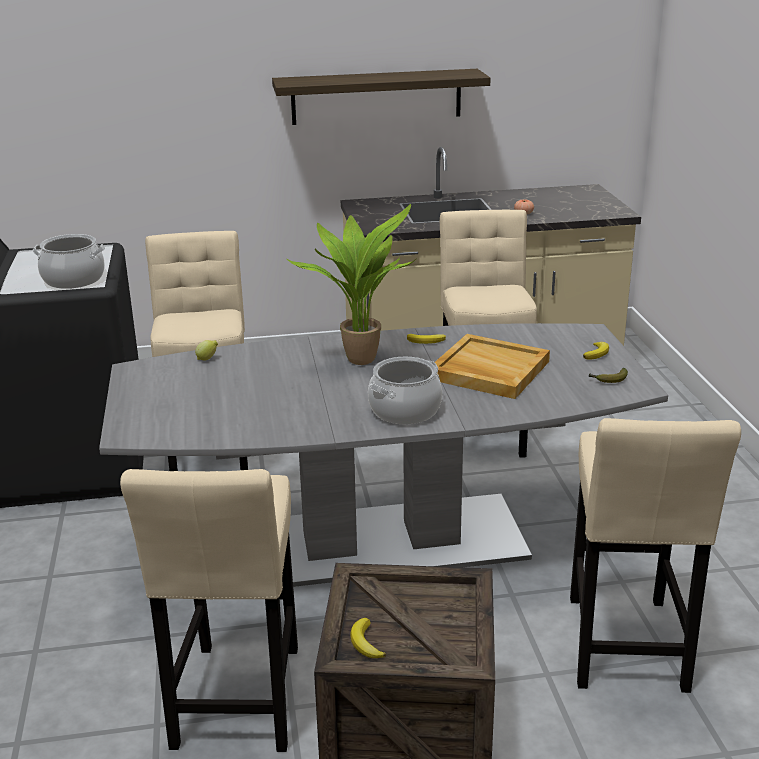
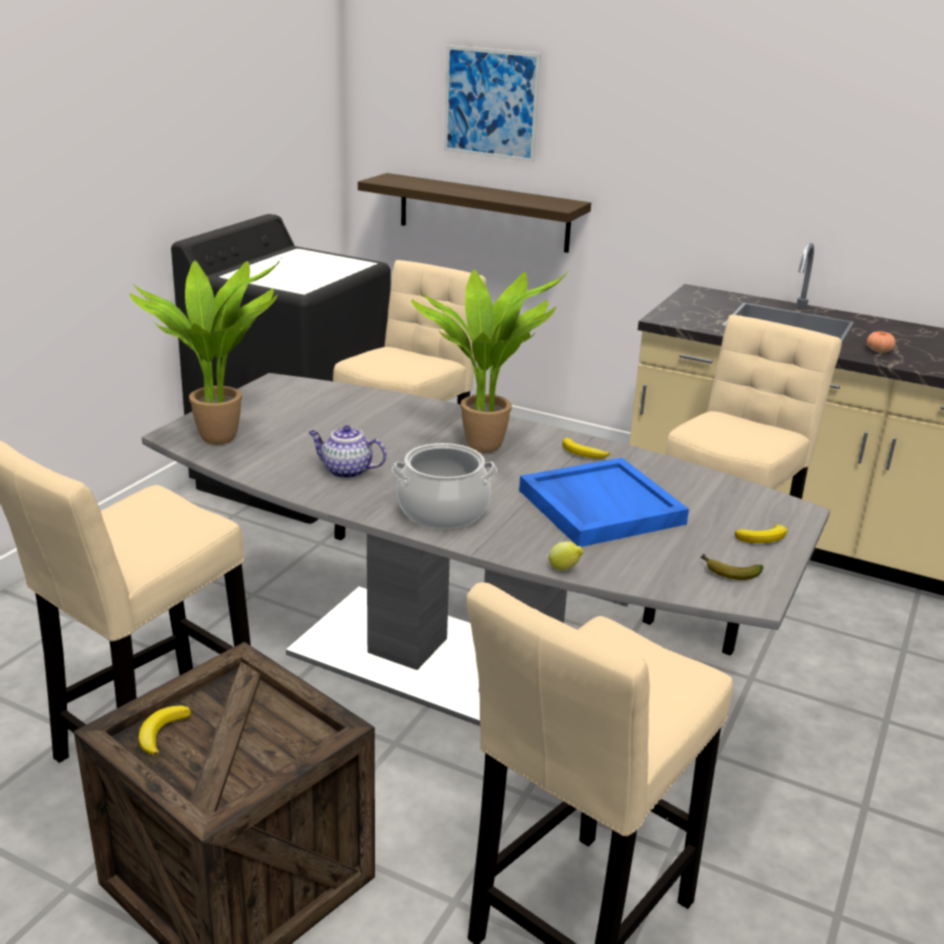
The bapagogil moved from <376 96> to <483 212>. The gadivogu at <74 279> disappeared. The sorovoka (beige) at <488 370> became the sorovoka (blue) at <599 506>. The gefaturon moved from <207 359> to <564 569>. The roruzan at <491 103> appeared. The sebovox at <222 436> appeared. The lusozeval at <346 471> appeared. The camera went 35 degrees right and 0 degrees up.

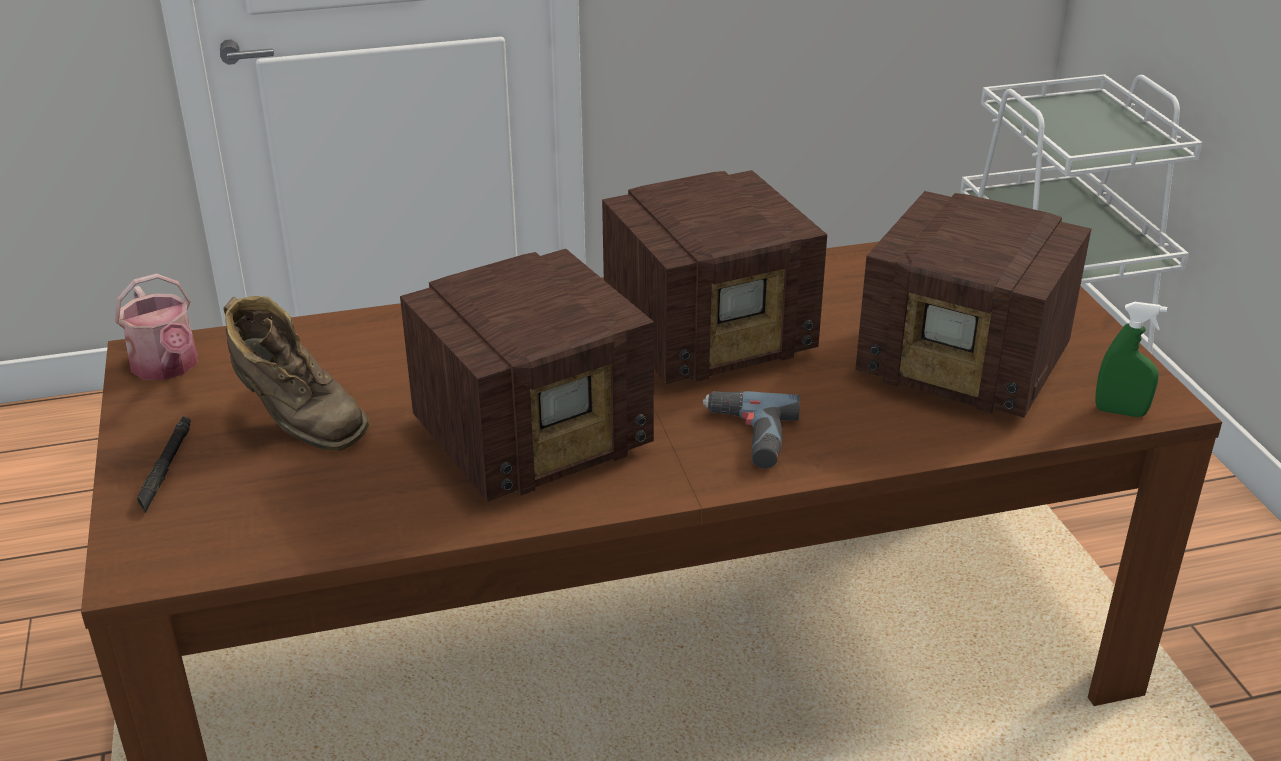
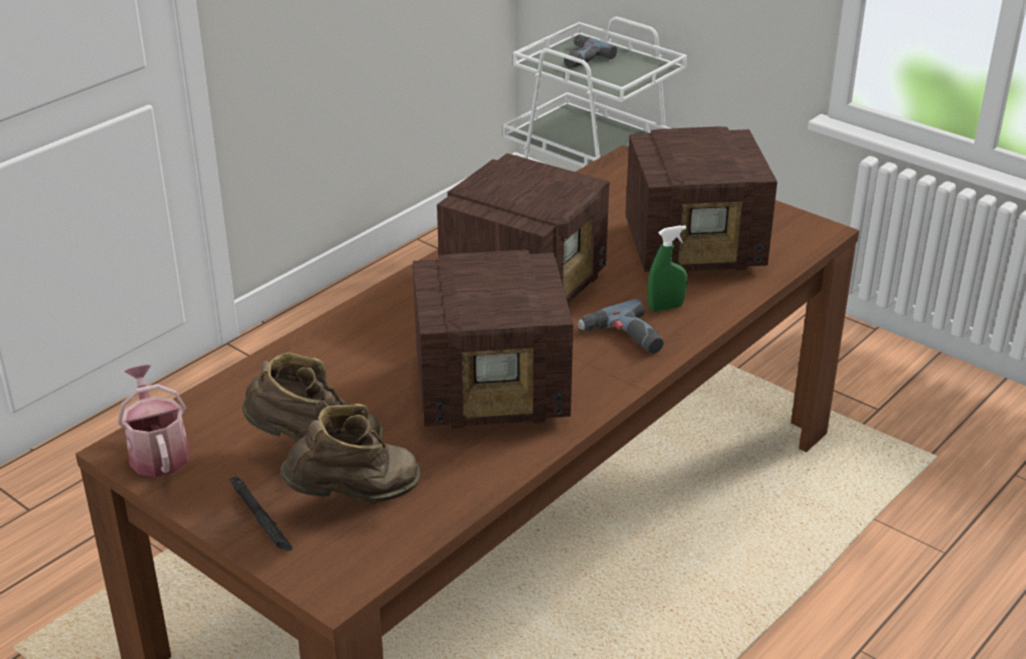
The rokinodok at <536 438> turned 60 degrees clockwise. The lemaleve at <168 367> turned 135 degrees counterclockwise. The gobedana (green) moved from <1120 412> to <665 307>. The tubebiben at <579 58> appeared. The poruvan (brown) at <356 498> appeared. The camera went 35 degrees left and 0 degrees up.

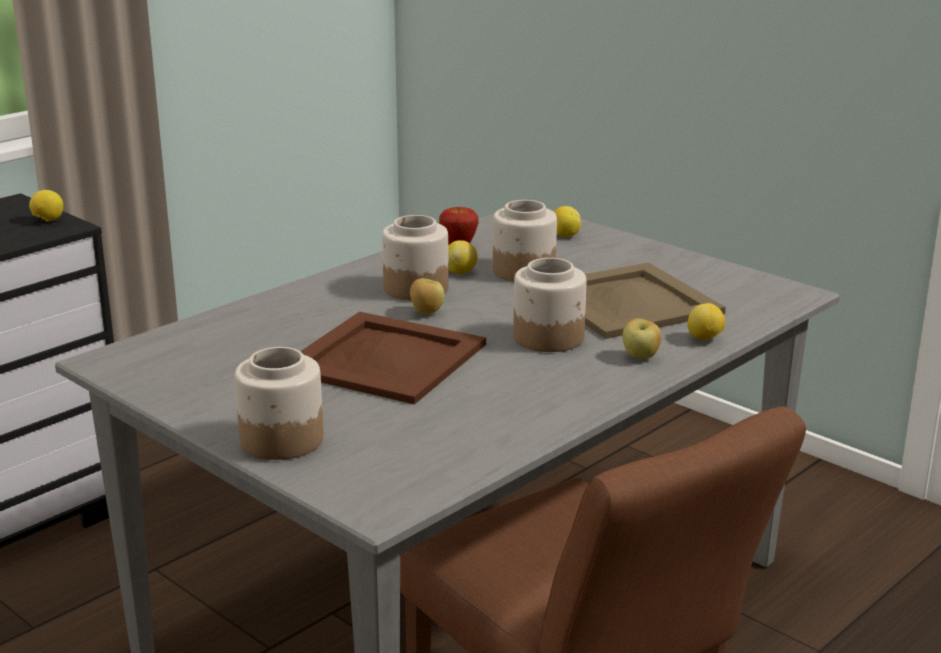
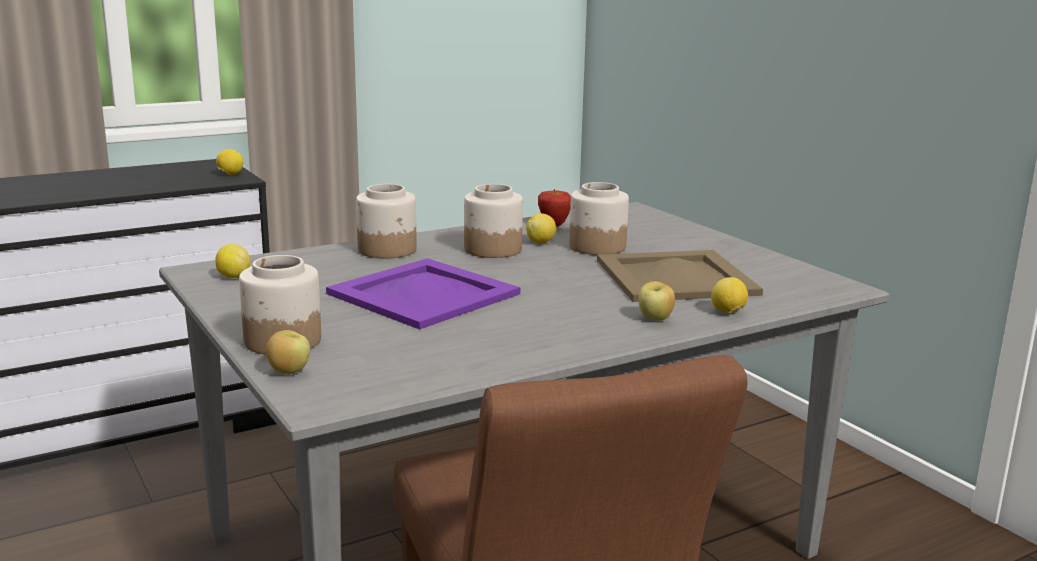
The gefaturon moved from <565 235> to <233 276>. The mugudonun moved from <549 338> to <388 250>. The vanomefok moved from <426 312> to <288 372>. The sorovoka (brown) at <385 359> became the sorovoka (purple) at <423 294>. The camera went 15 degrees right and 5 degrees down.

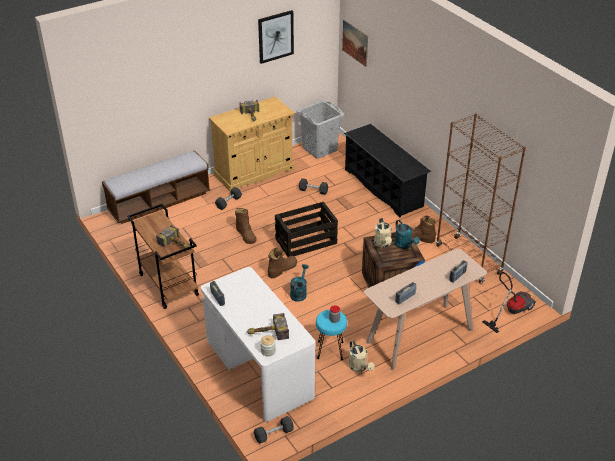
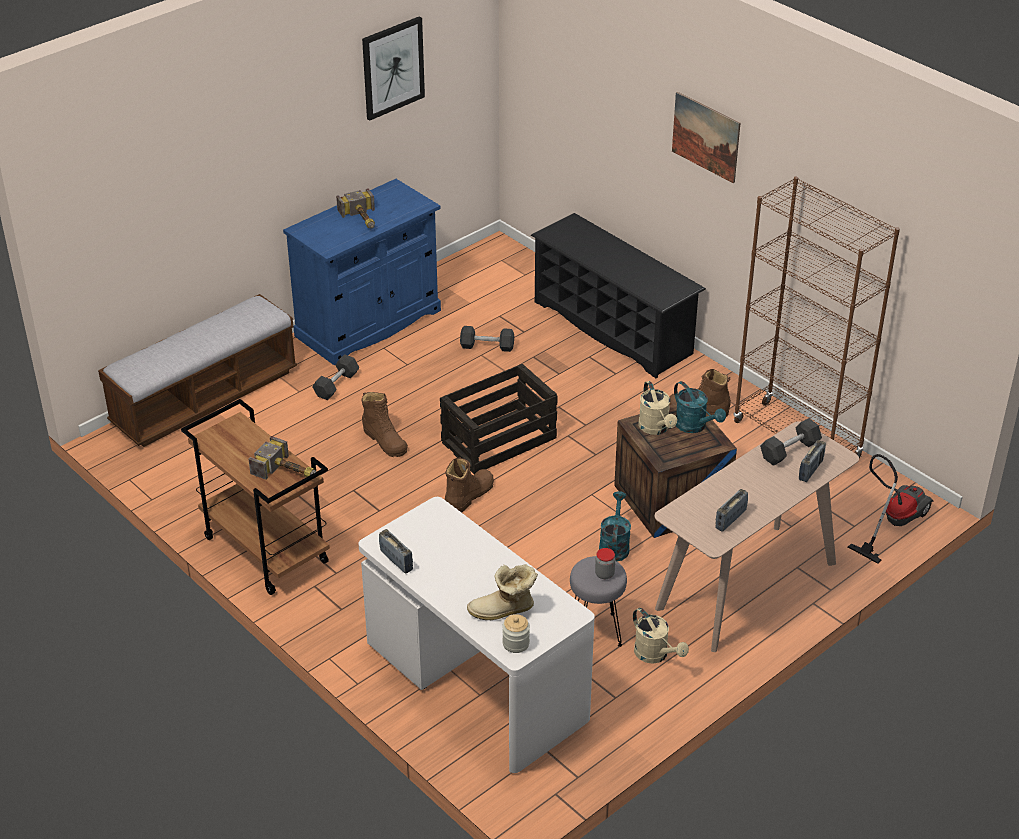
The roruzan moved from <355 43> to <705 137>. The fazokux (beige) at <254 172> became the fazokux (blue) at <368 323>. The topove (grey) at <319 149> disappeared. The lemaleve (turquoise) moved from <299 293> to <614 545>. The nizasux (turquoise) at <330 350> became the nizasux (grey) at <596 631>. The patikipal at <266 333> was replaced by the poruvan at <503 611>. The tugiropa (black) moved from <274 434> to <789 450>. The camera went 10 degrees left and 0 degrees up.

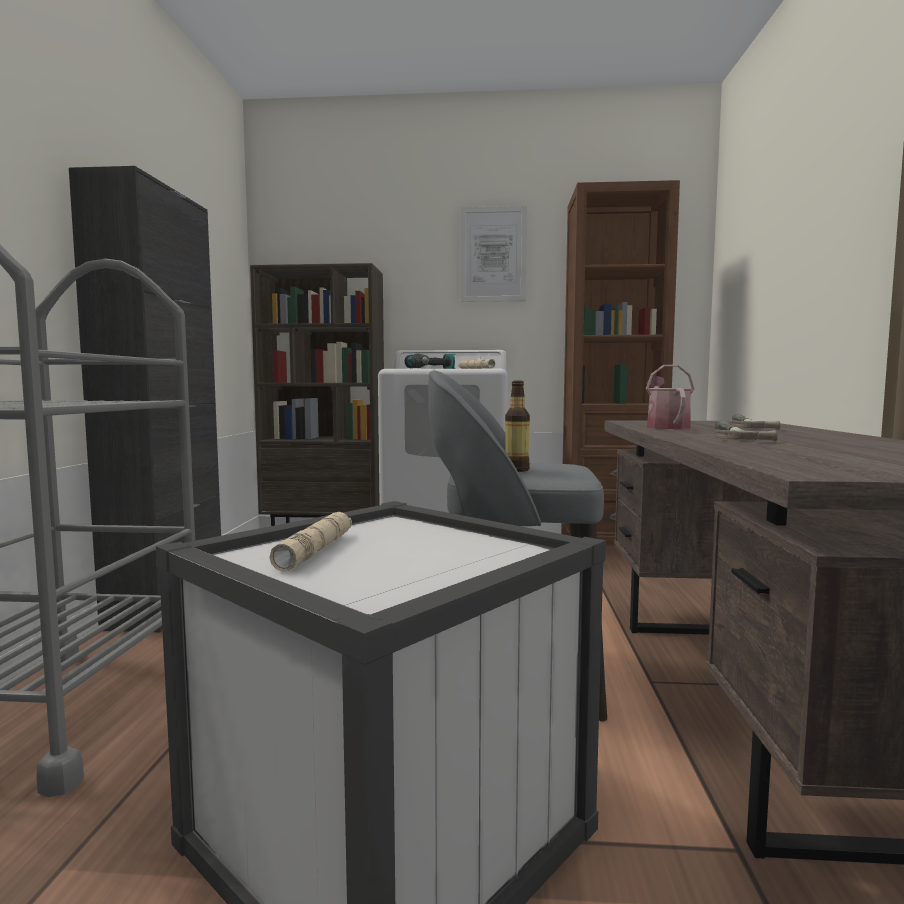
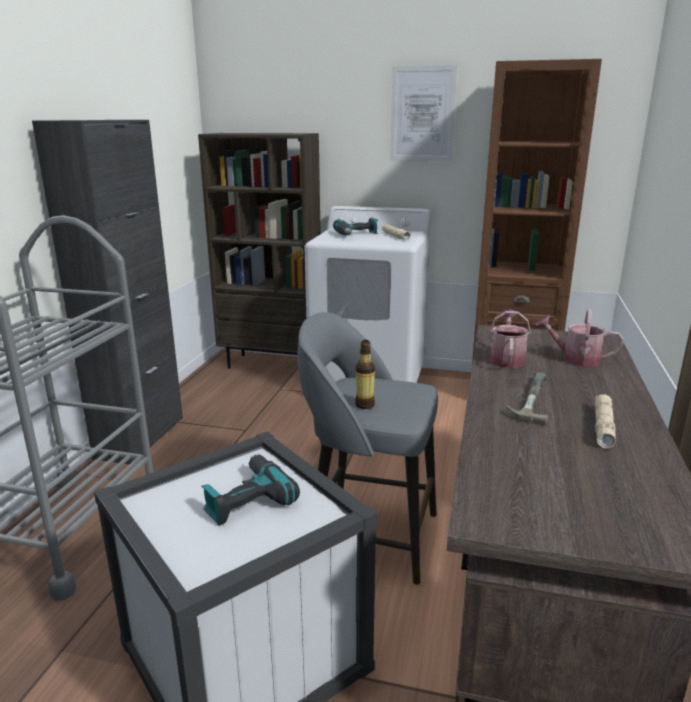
The patikipal at <740 426> was replaced by the lemaleve at <575 359>. The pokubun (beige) moved from <315 551> to <603 426>. The tubebiben at <246 498> appeared. The camera went 10 degrees right and 15 degrees up.

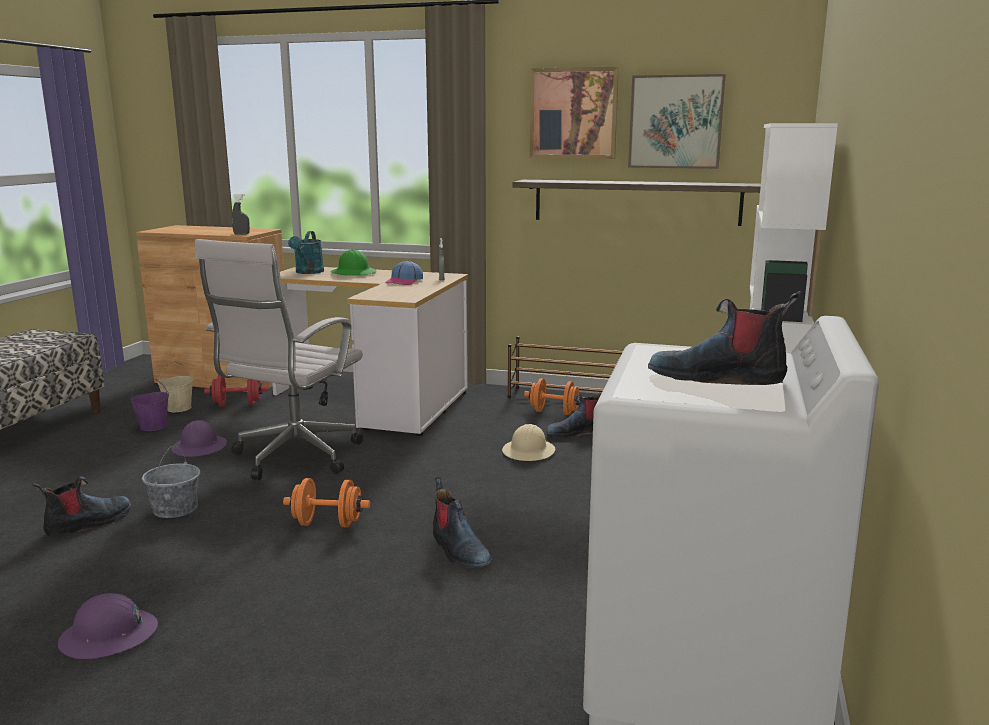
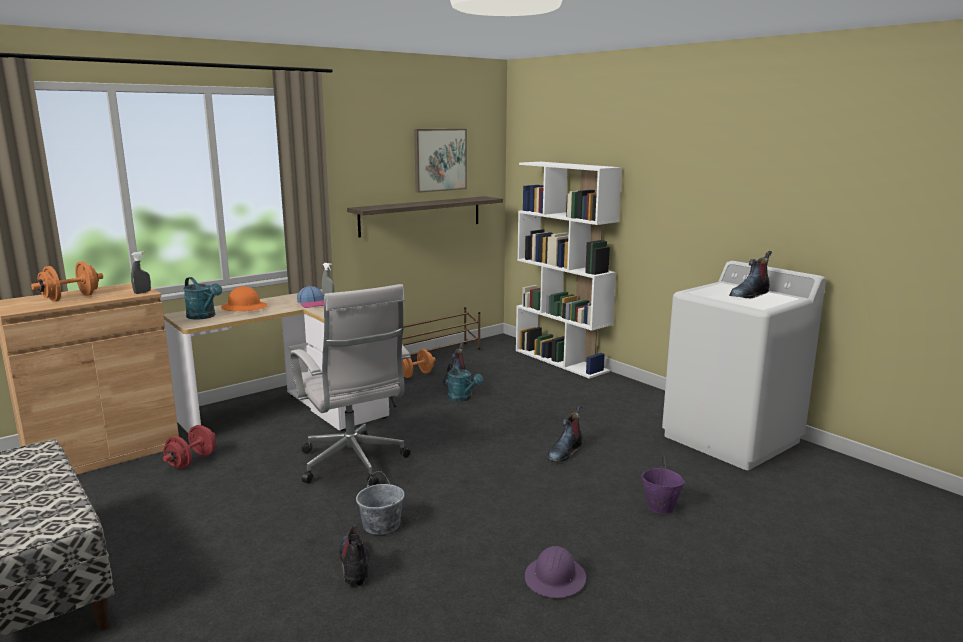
The roruzan at <573 113> disappeared. The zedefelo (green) at <354 273> became the zedefelo (orange) at <244 307>. The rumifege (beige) at <178 408> disappeared. The rumifege (purple) moved from <153 426> to <660 507>. The zedefelo (purple) at <200 447> disappeared. The zedefelo (beige) at <529 451> was replaced by the lemaleve (turquoise) at <462 398>. The poruvan at <458 550> turned 120 degrees clockwise. The tugiropa (orange) moved from <328 523> to <71 298>. The camera went 55 degrees left and 0 degrees up.

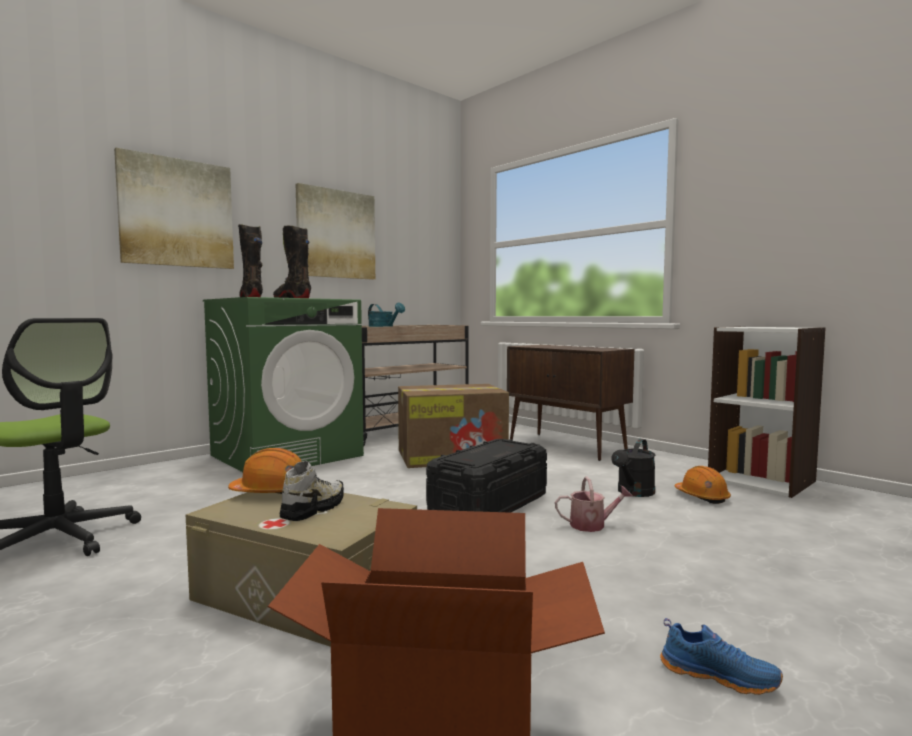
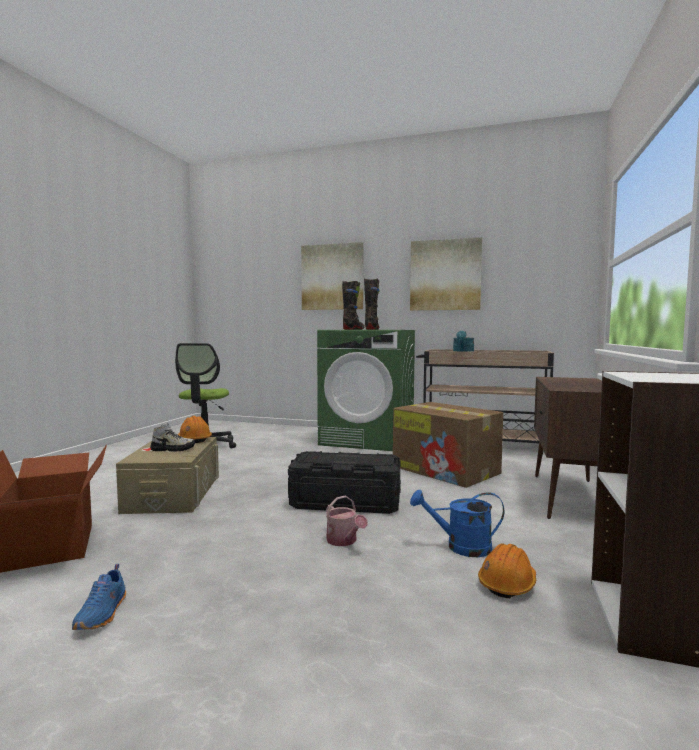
The lemaleve (black) at <633 493> became the lemaleve (blue) at <460 547>. The camera went 60 degrees right and 0 degrees up.

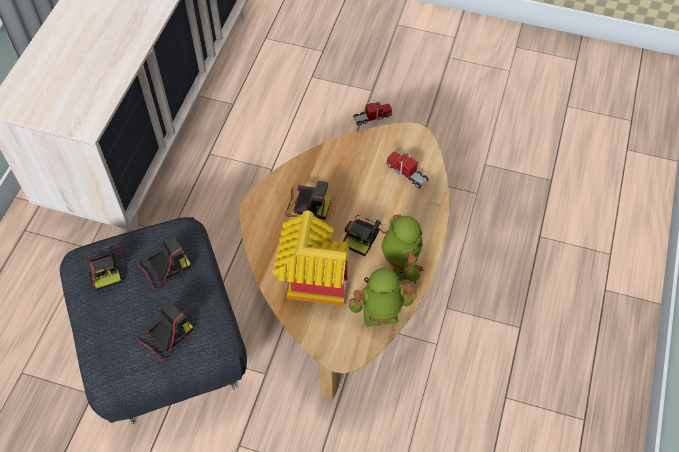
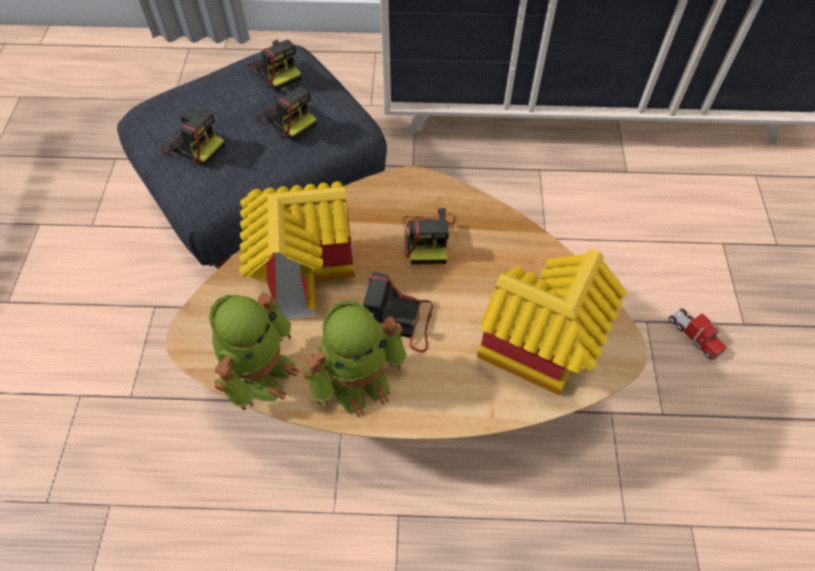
The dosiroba at <407 173> was replaced by the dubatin at <537 354>. The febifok at <105 268> turned 90 degrees counterclockwise. The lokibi at <380 317> turned 45 degrees clockwise. The camera went 75 degrees right and 0 degrees up.

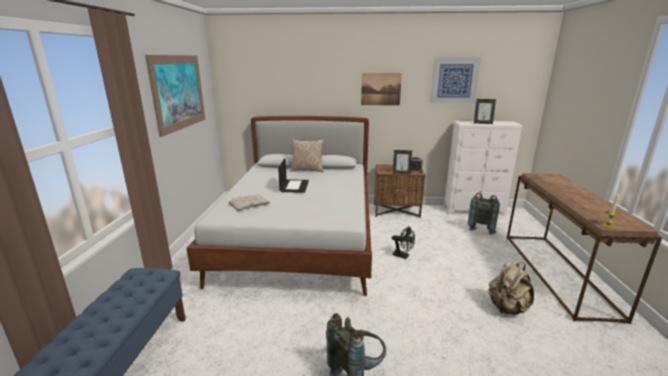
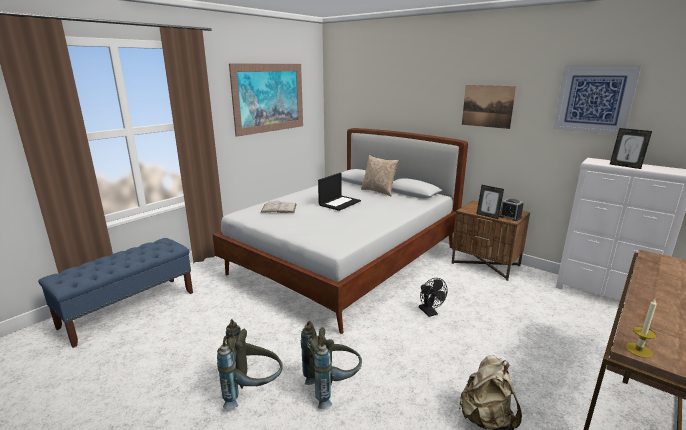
The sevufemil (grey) moved from <481 228> to <332 387>. The camera went 35 degrees right and 0 degrees up.

